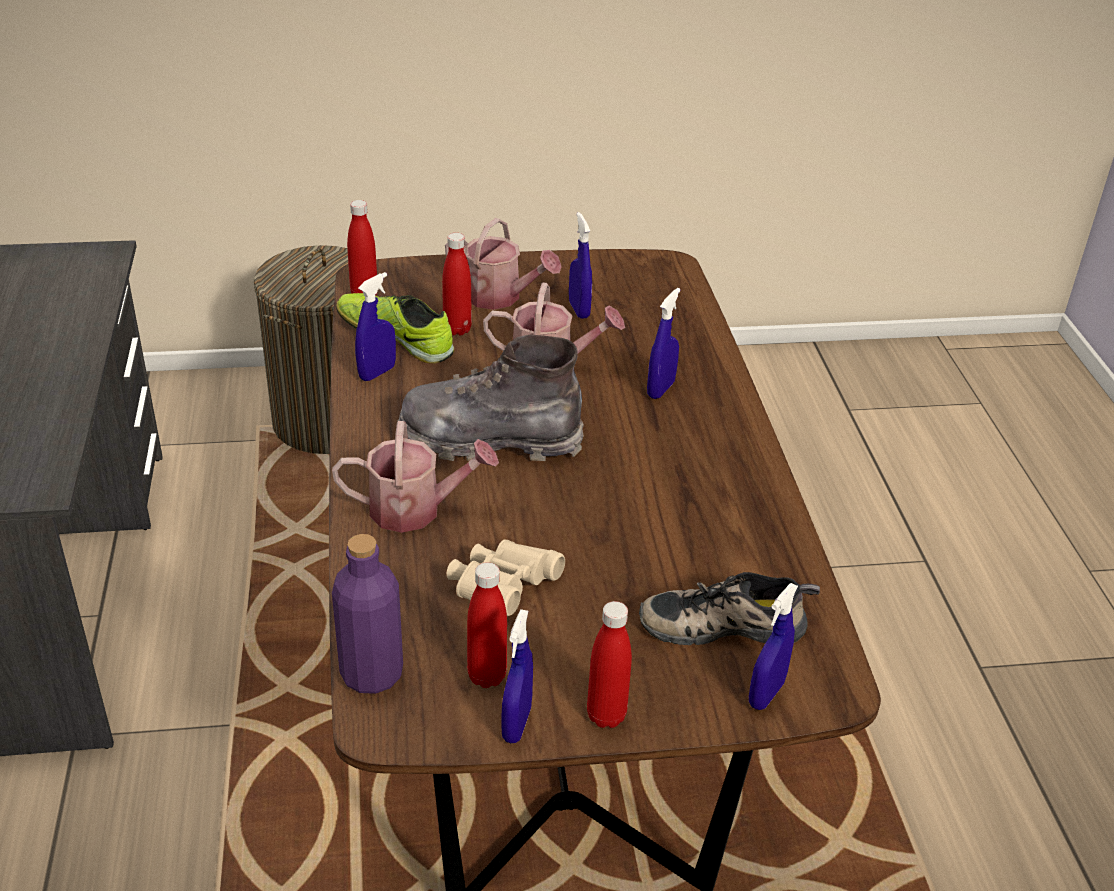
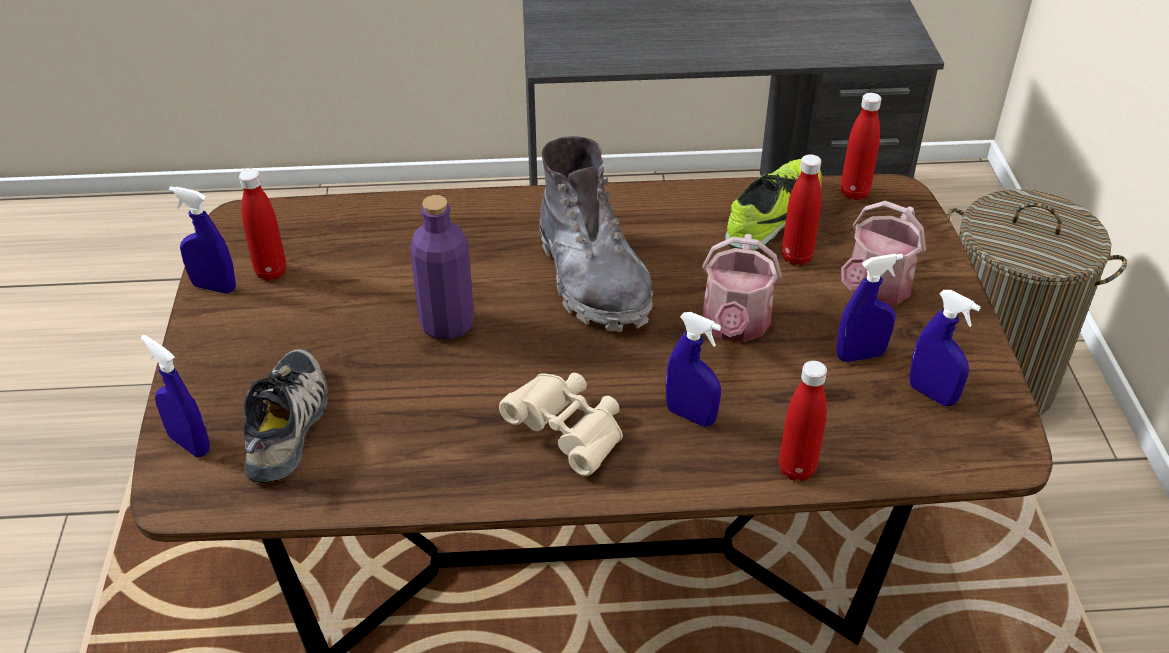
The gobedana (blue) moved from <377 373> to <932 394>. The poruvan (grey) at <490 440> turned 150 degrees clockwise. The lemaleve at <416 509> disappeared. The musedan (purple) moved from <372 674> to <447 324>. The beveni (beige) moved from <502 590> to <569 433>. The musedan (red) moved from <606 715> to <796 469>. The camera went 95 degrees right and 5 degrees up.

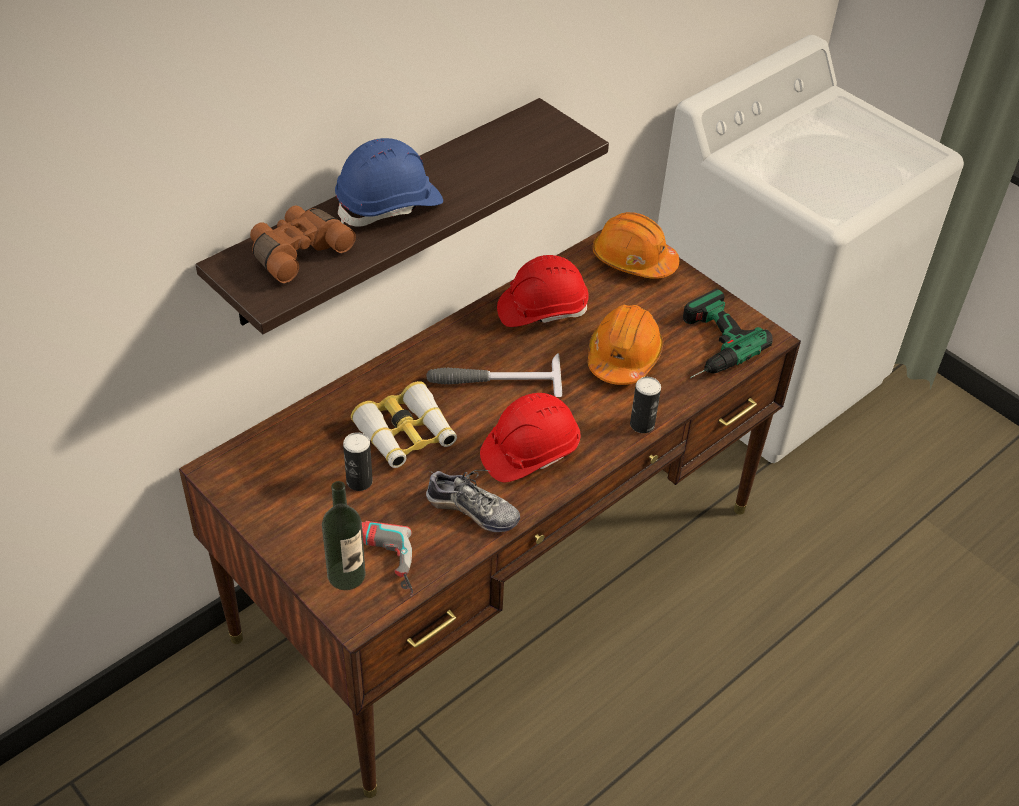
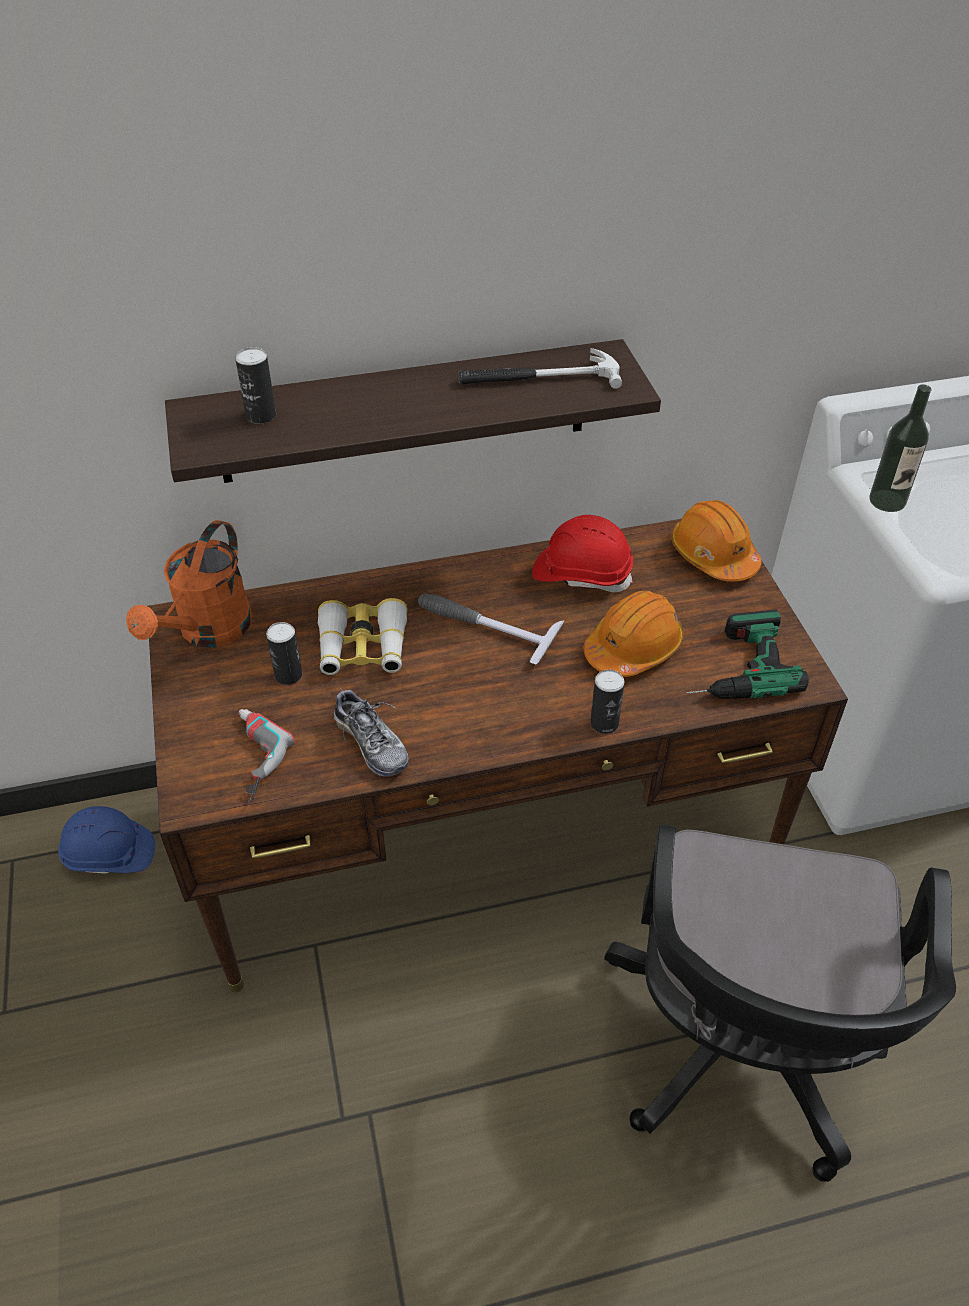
The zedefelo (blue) moved from <389 205> to <109 855>. The beveni (brown) at <297 251> was replaced by the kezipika at <261 415>. The zedefelo (red) at <529 452> disappeared. The musedan moved from <346 575> to <887 501>. The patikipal at <538 378> appeared. The lemaleve (orange) at <208 632> appeared. The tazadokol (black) at <742 1050> appeared. The camera went 30 degrees right and 0 degrees up.

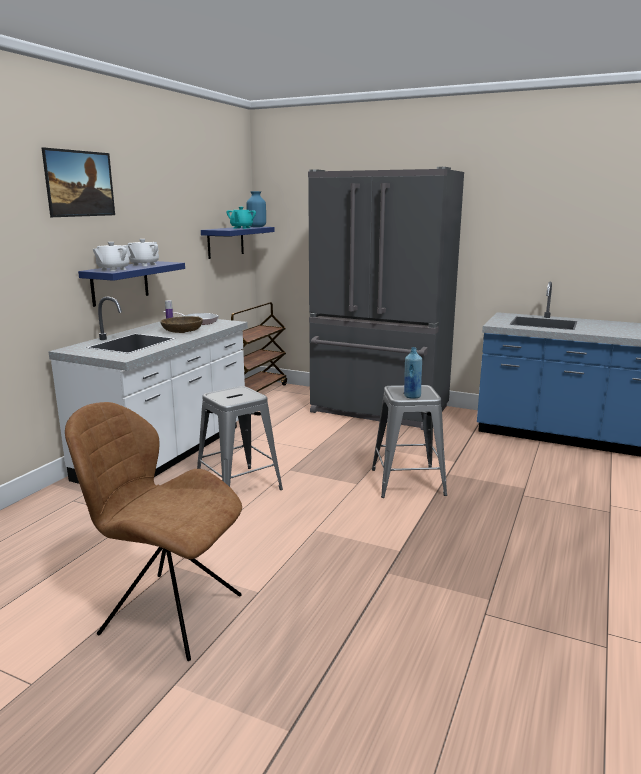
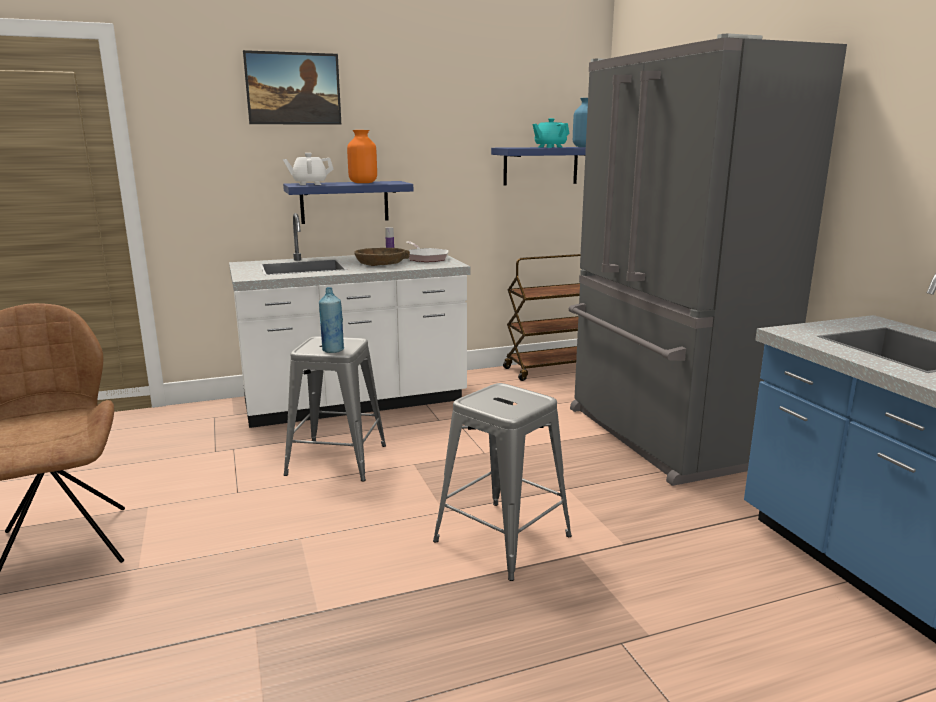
The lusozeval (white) at <144 265> was replaced by the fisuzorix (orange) at <363 182>. The musedan (blue) moved from <412 396> to <333 350>. The camera went 45 degrees right and 0 degrees up.

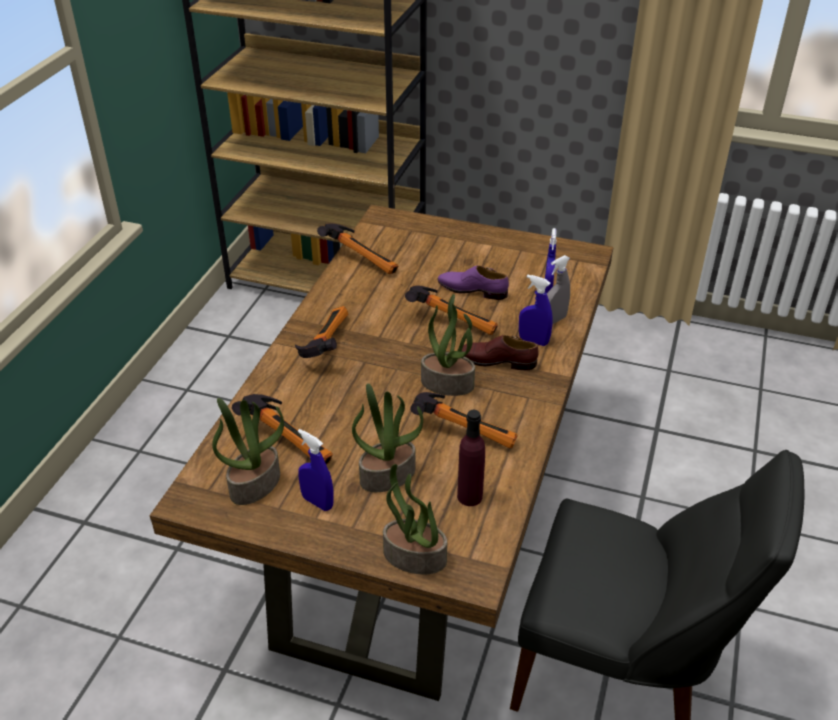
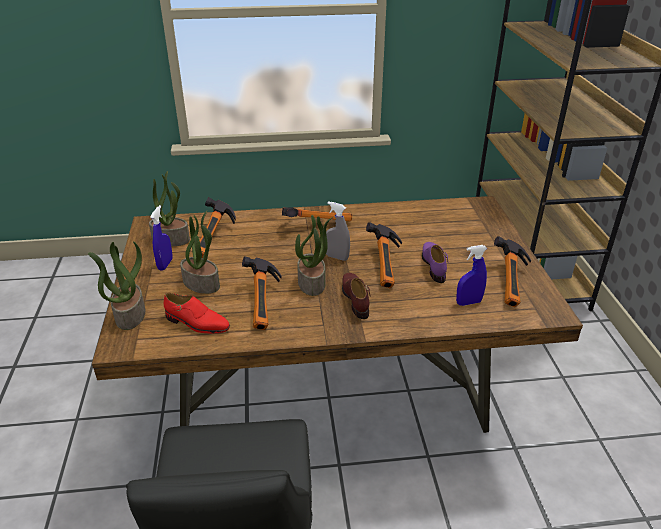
The patikipal moved from <363 259> to <513 284>. The gobedana (grey) moved from <554 320> to <337 257>. The gobedana (blue) at <533 341> disappeared. The musedan (purple) at <470 496> was replaced by the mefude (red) at <197 323>. The camera went 65 degrees right and 5 degrees down.

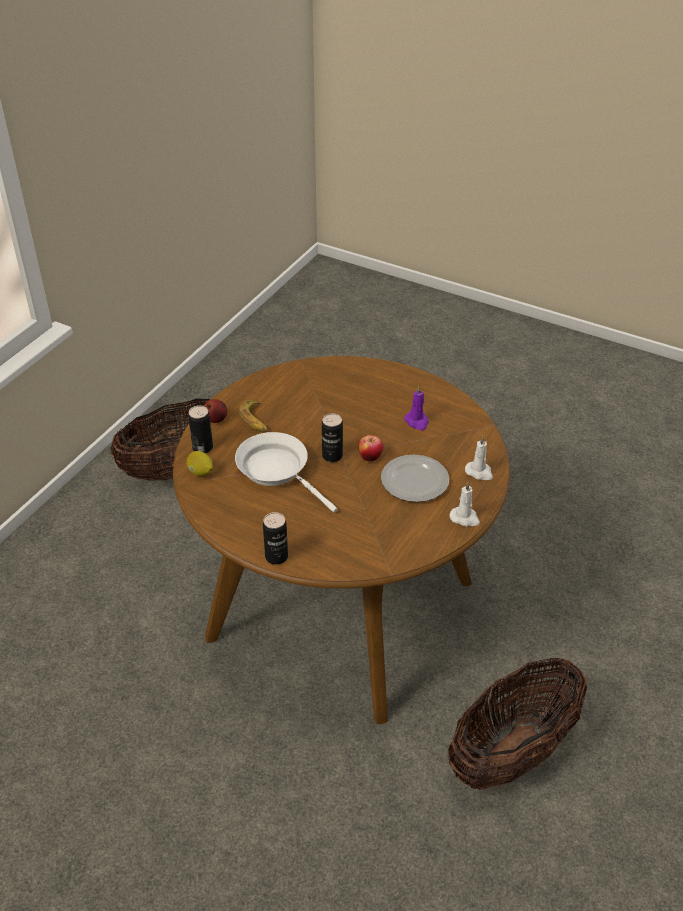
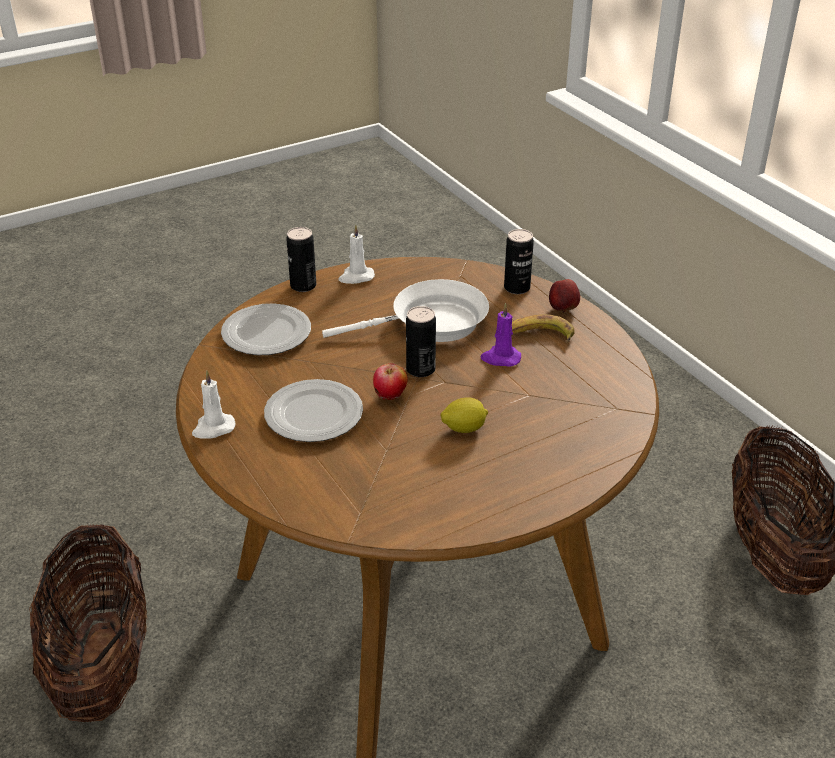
The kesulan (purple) moved from <417 422> to <500 358>. The kesulan (white) moved from <479 472> to <356 277>. The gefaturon moved from <201 473> to <463 429>. The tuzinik at <266 333> appeared. The camera went 120 degrees right and 5 degrees down.

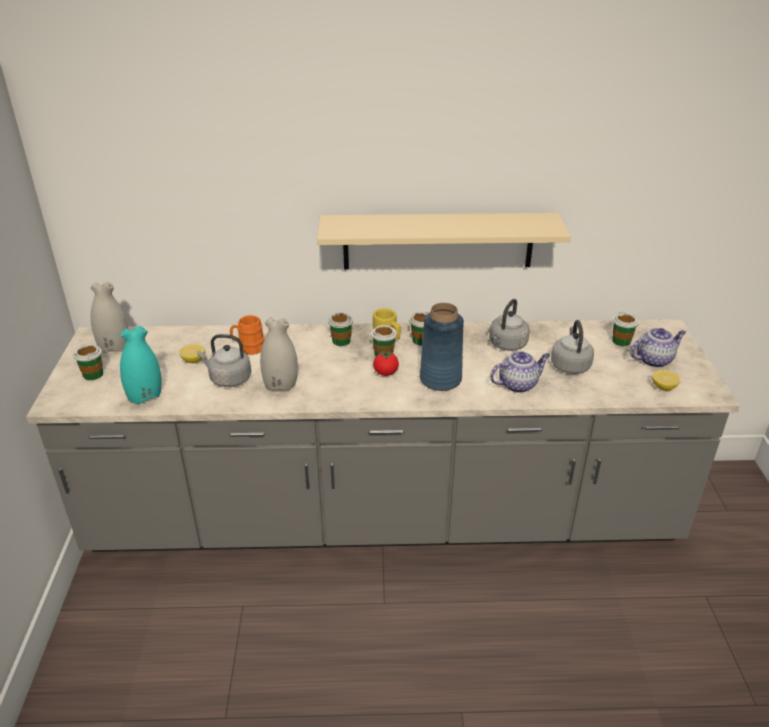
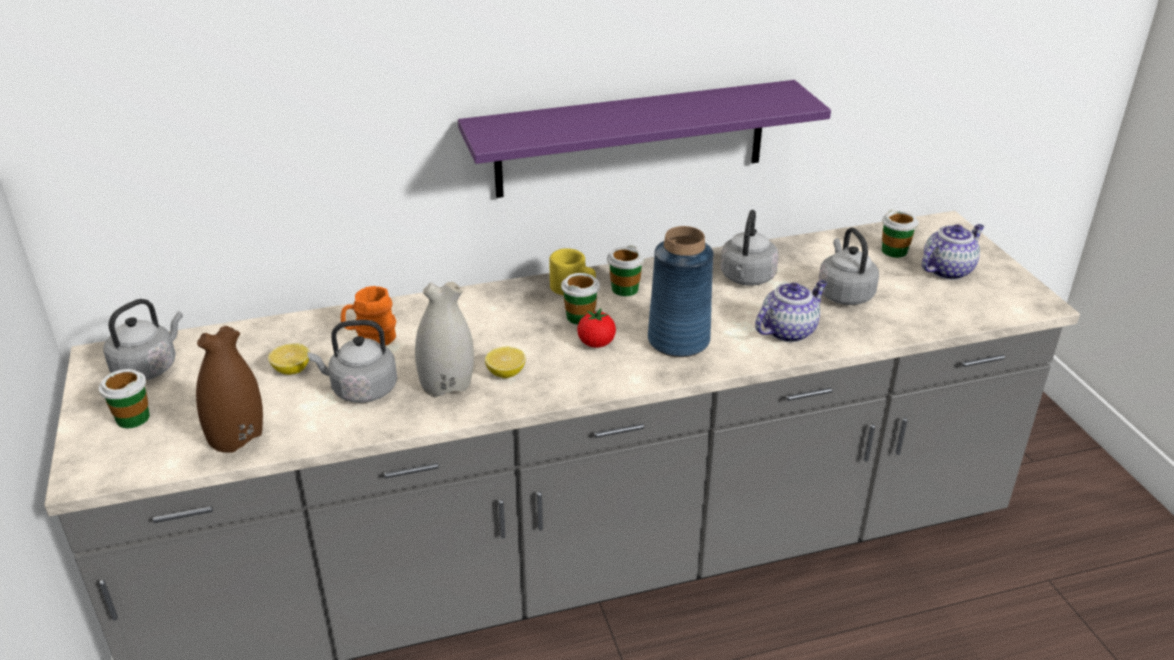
The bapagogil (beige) at <438 241> became the bapagogil (purple) at <631 139>. The fisuzorix (white) at <114 346> was replaced by the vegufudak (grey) at <148 367>. The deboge at <341 341> disappeared. The fisuzorix (turquoise) at <145 395> became the fisuzorix (brown) at <237 437>. The gefaturon moved from <663 387> to <506 373>. The camera went 15 degrees left and 0 degrees up.

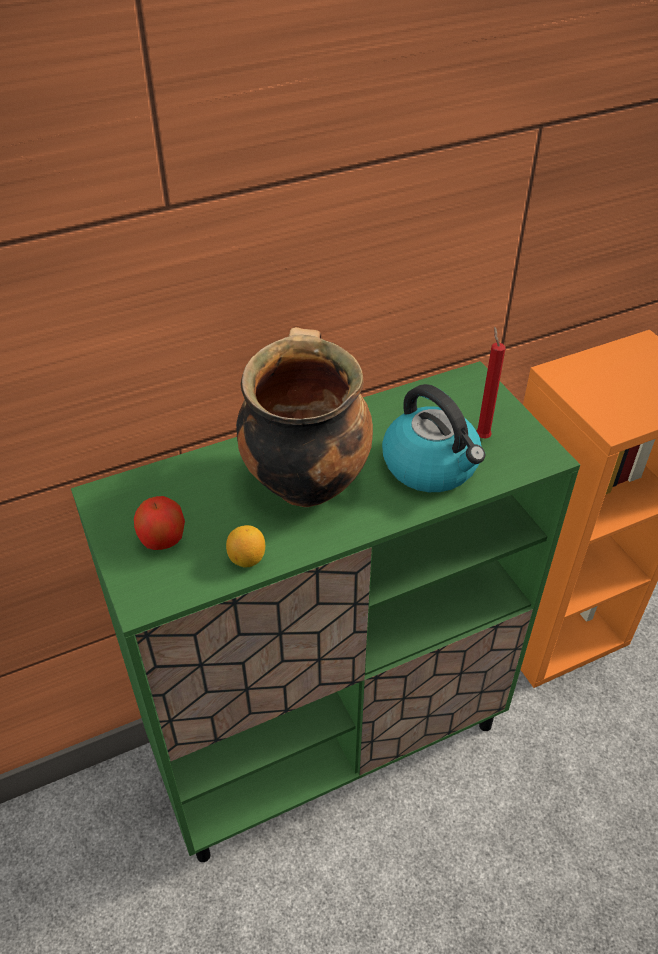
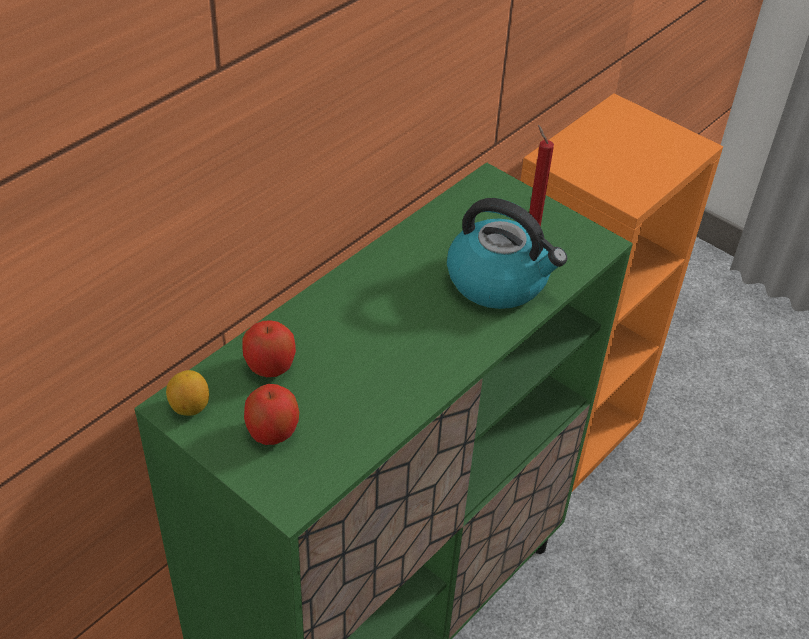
The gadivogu at <305 480> disappeared. The gefaturon moved from <247 559> to <190 407>. The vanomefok at <270 367> appeared. The camera went 25 degrees left and 0 degrees up.

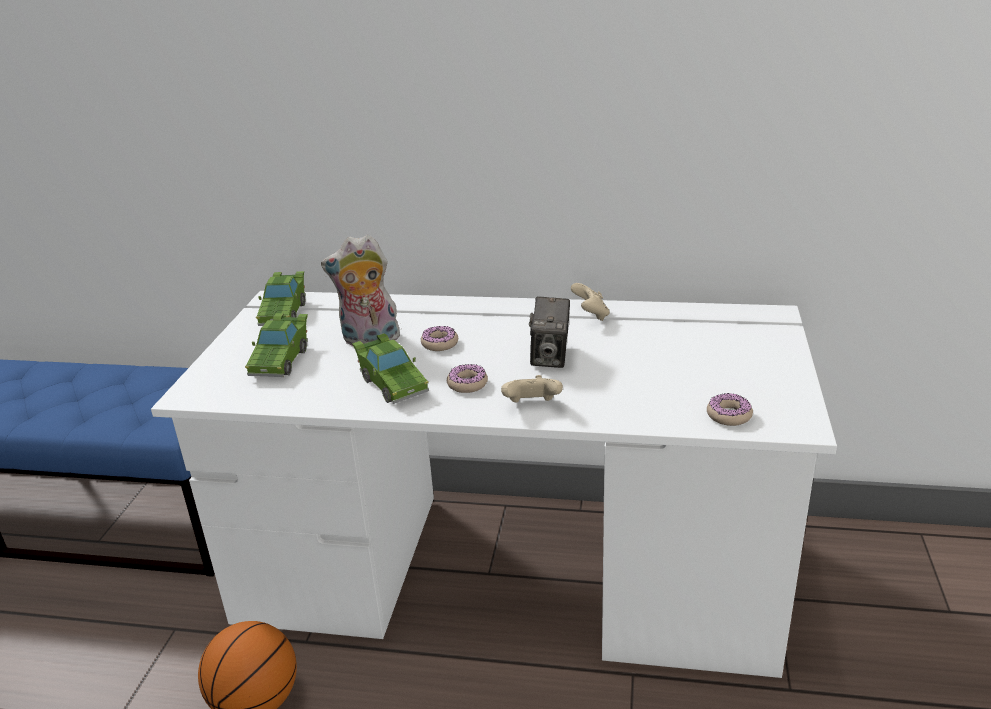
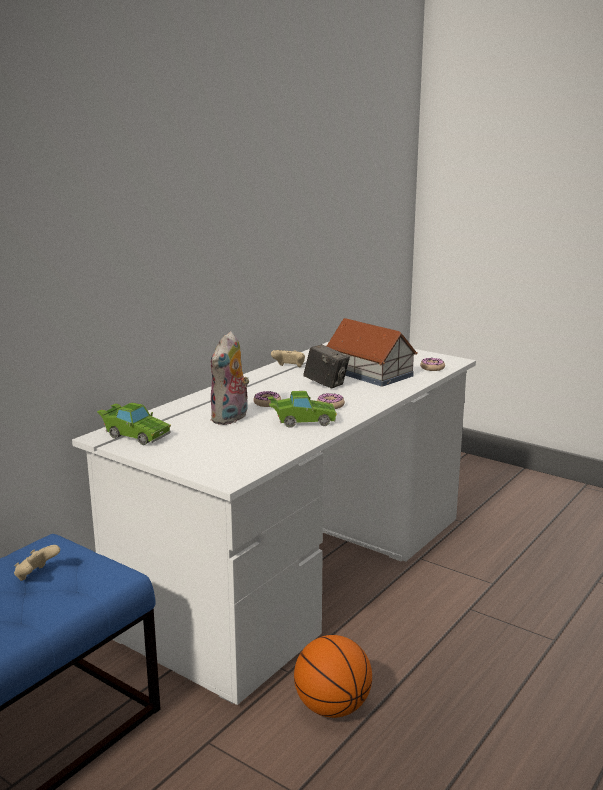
The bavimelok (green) at <281 359> disappeared. The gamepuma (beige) moved from <532 405> to <36 575>. The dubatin at <369 372> appeared. The camera went 65 degrees left and 10 degrees down.

